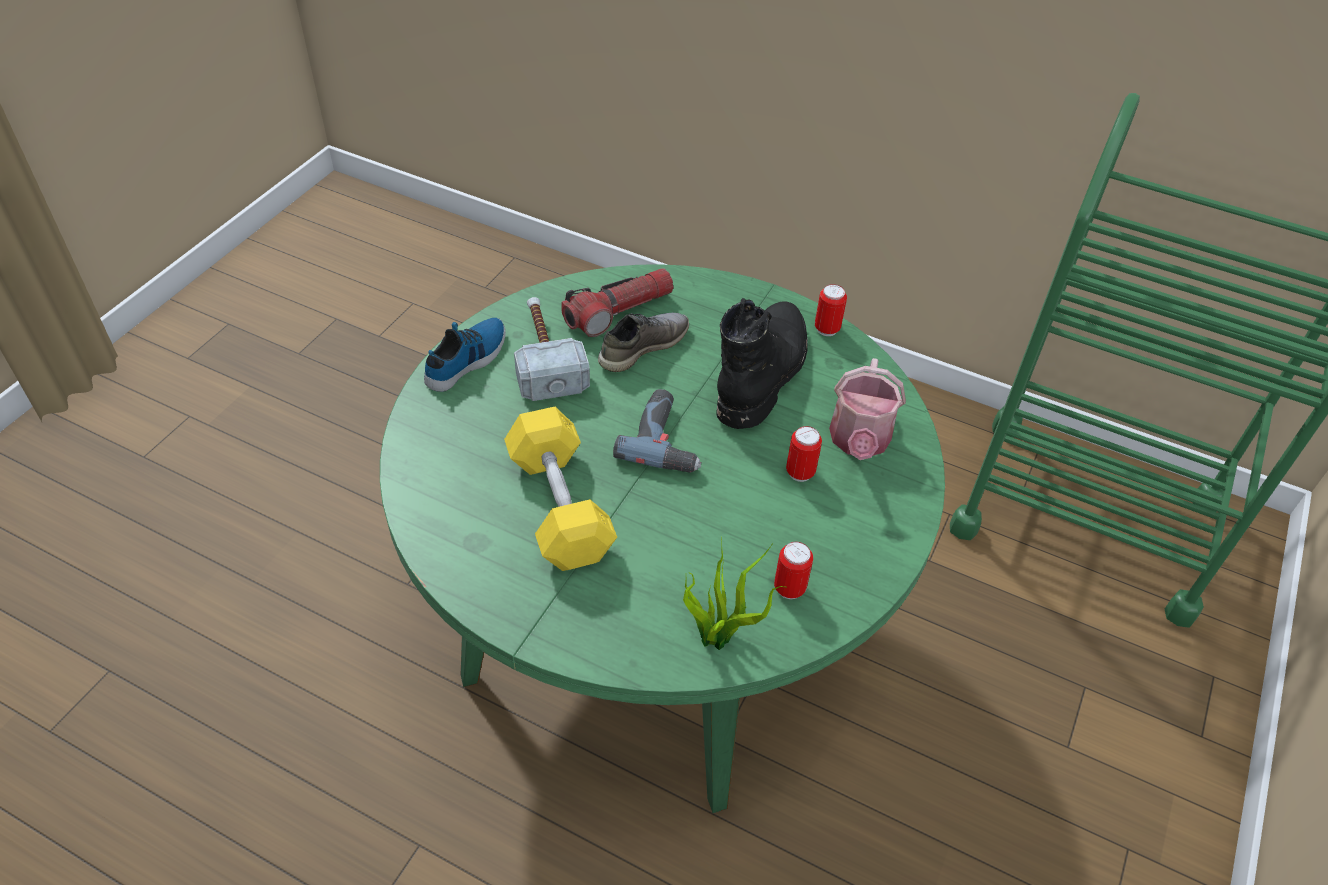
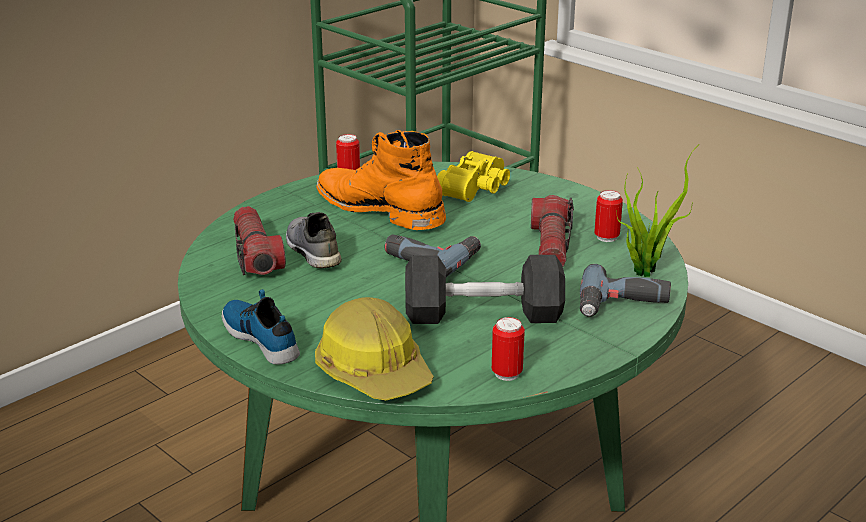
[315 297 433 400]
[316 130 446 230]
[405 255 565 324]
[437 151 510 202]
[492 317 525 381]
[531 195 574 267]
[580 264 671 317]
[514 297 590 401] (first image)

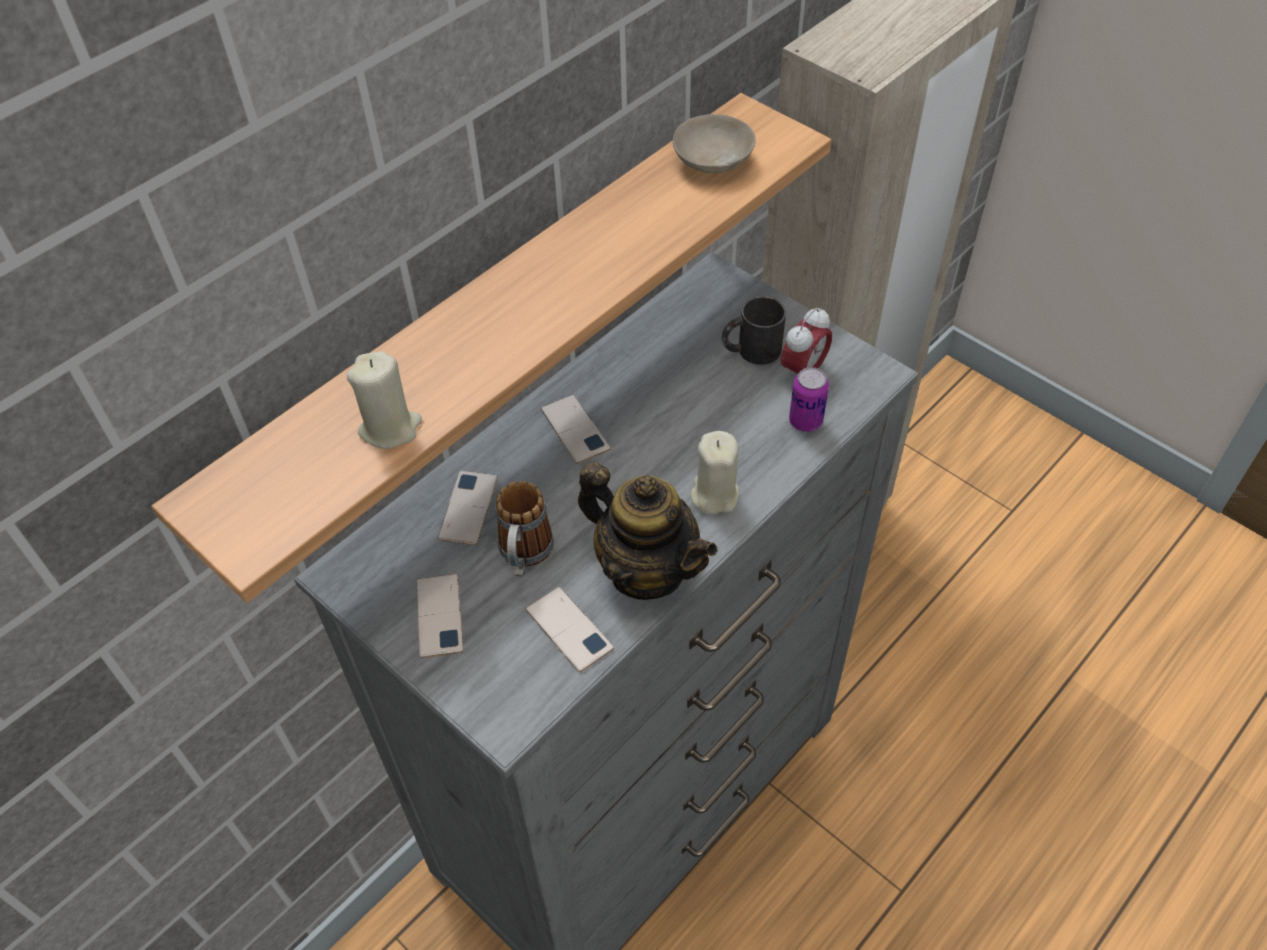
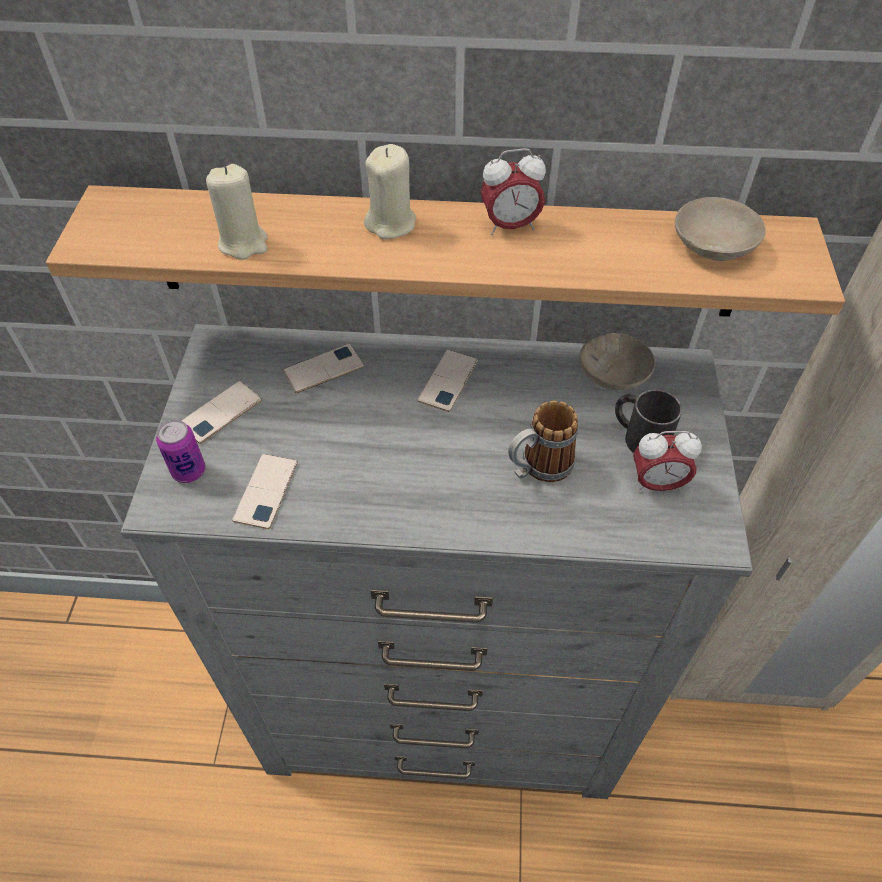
[156 420 205 483]
[364 144 416 239]
[481 148 546 235]
[508 400 578 482]
[579 333 655 390]
[578 462 717 600] (first image)

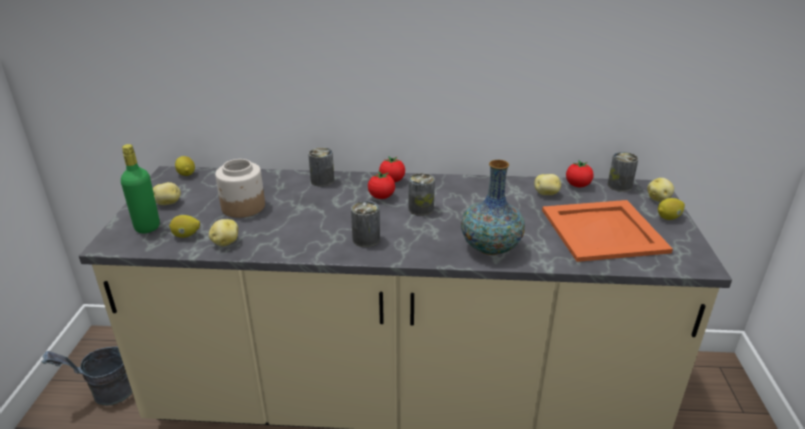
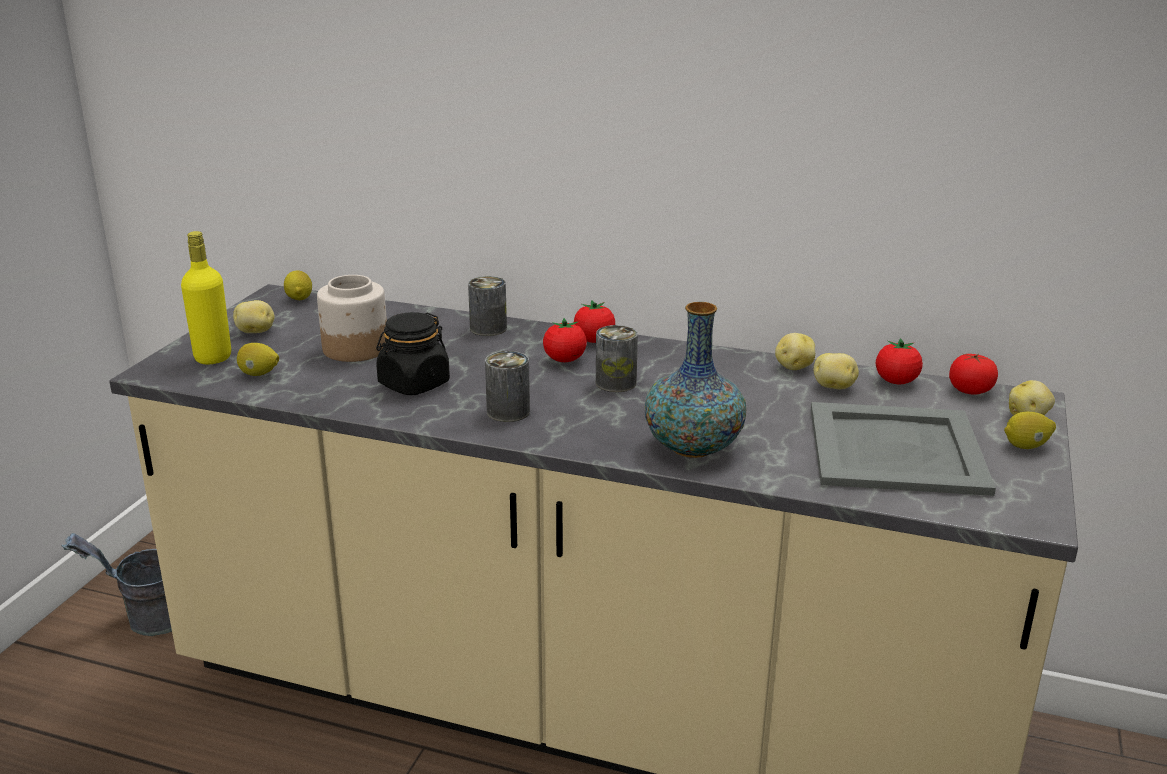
[181 231 231 364]
[376 312 450 395]
[775 333 815 370]
[811 402 996 496]
[949 353 998 395]

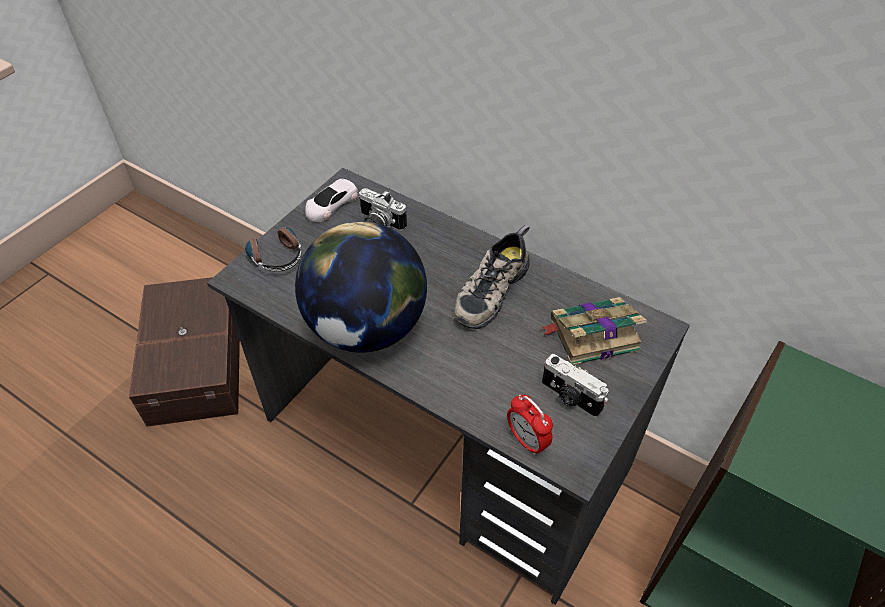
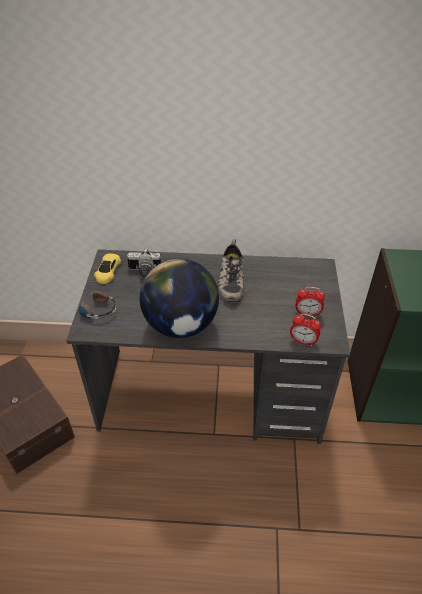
[94 254 121 284]
[296 287 325 317]
[541 297 647 366] (first image)

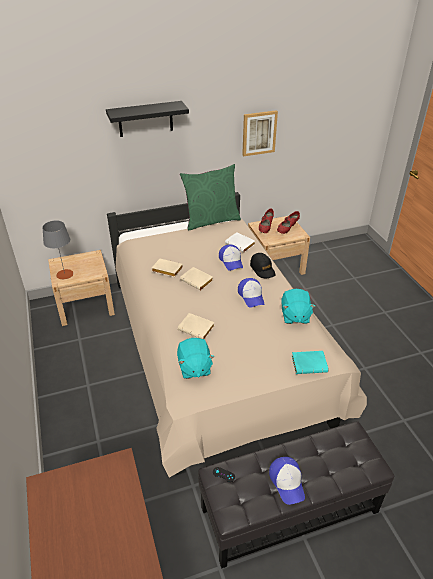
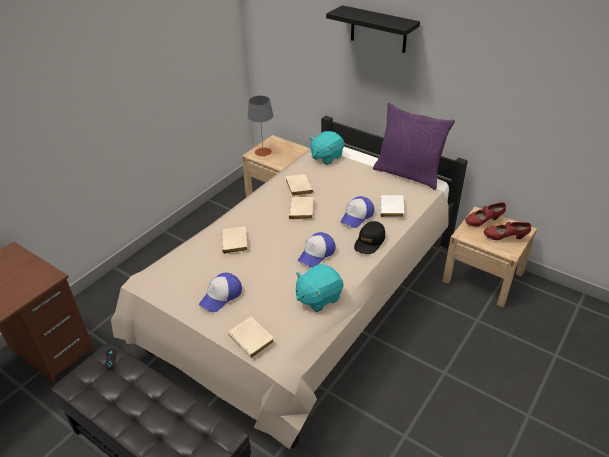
[199 273 242 312]
[228 316 274 358]
[309 131 344 164]
[373 103 455 190]
[242 110 278 156] (first image)

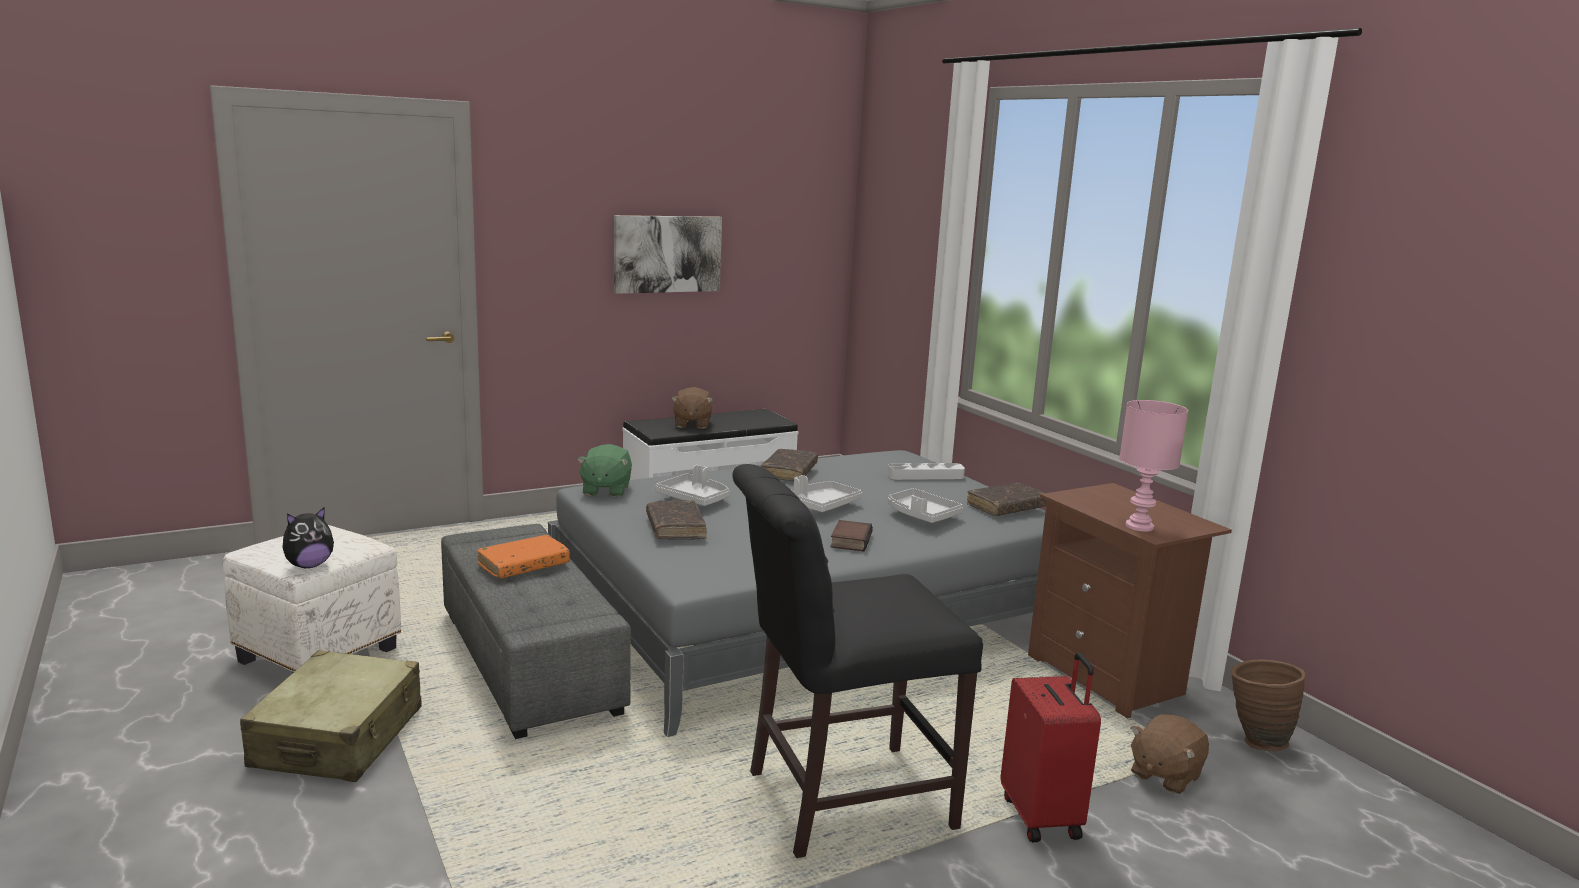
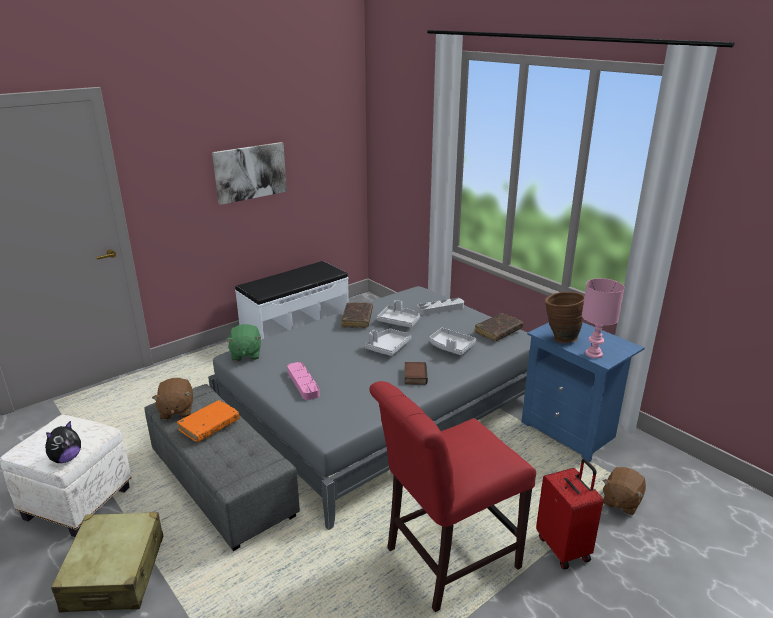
[152 378 193 420]
[287 362 320 400]
[369 381 536 612]
[377 300 420 328]
[521 322 645 462]
[545 292 585 343]

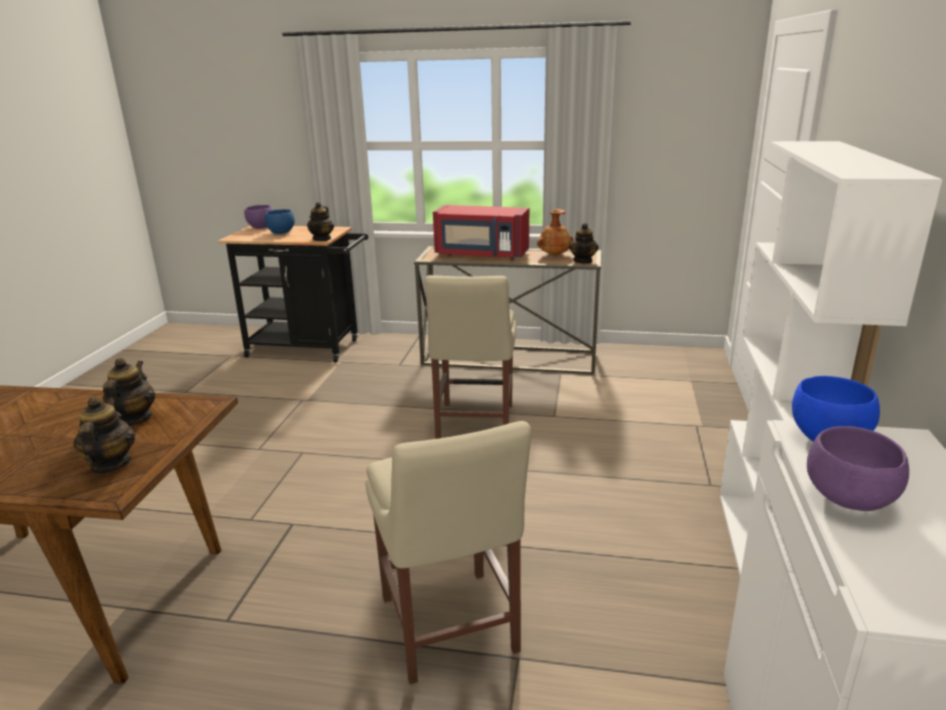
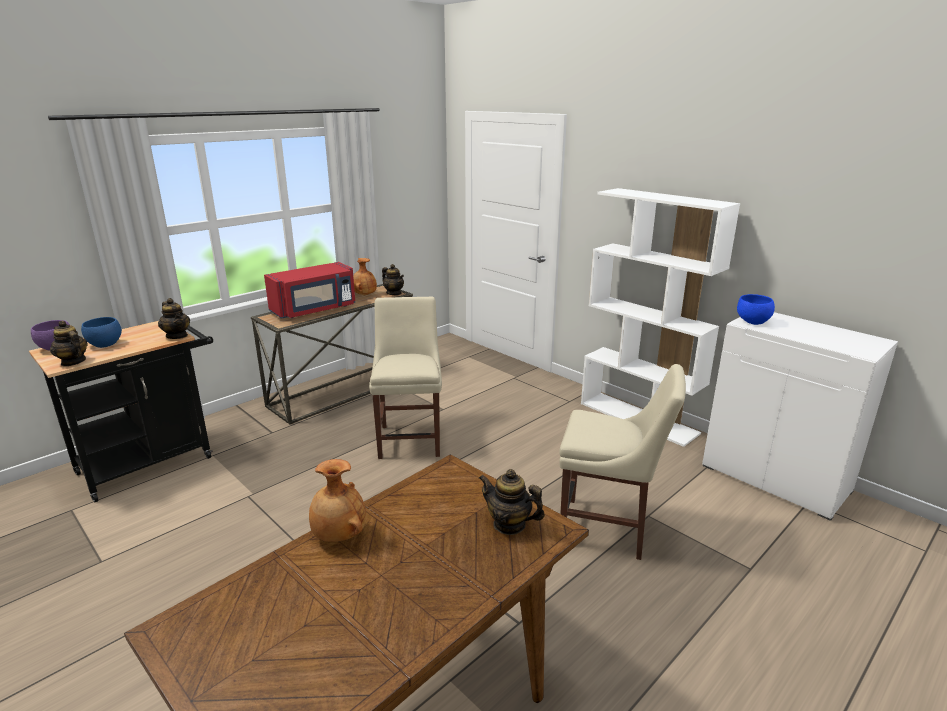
[50 320 88 366]
[309 459 366 542]
[369 297 442 459]
[807 426 909 511] (first image)

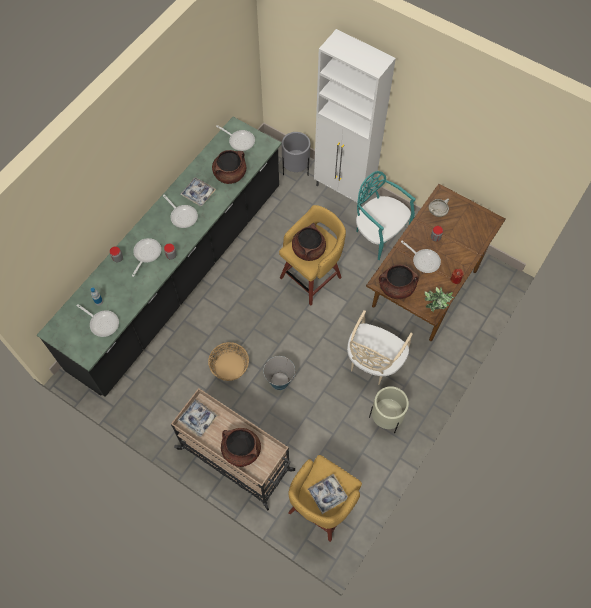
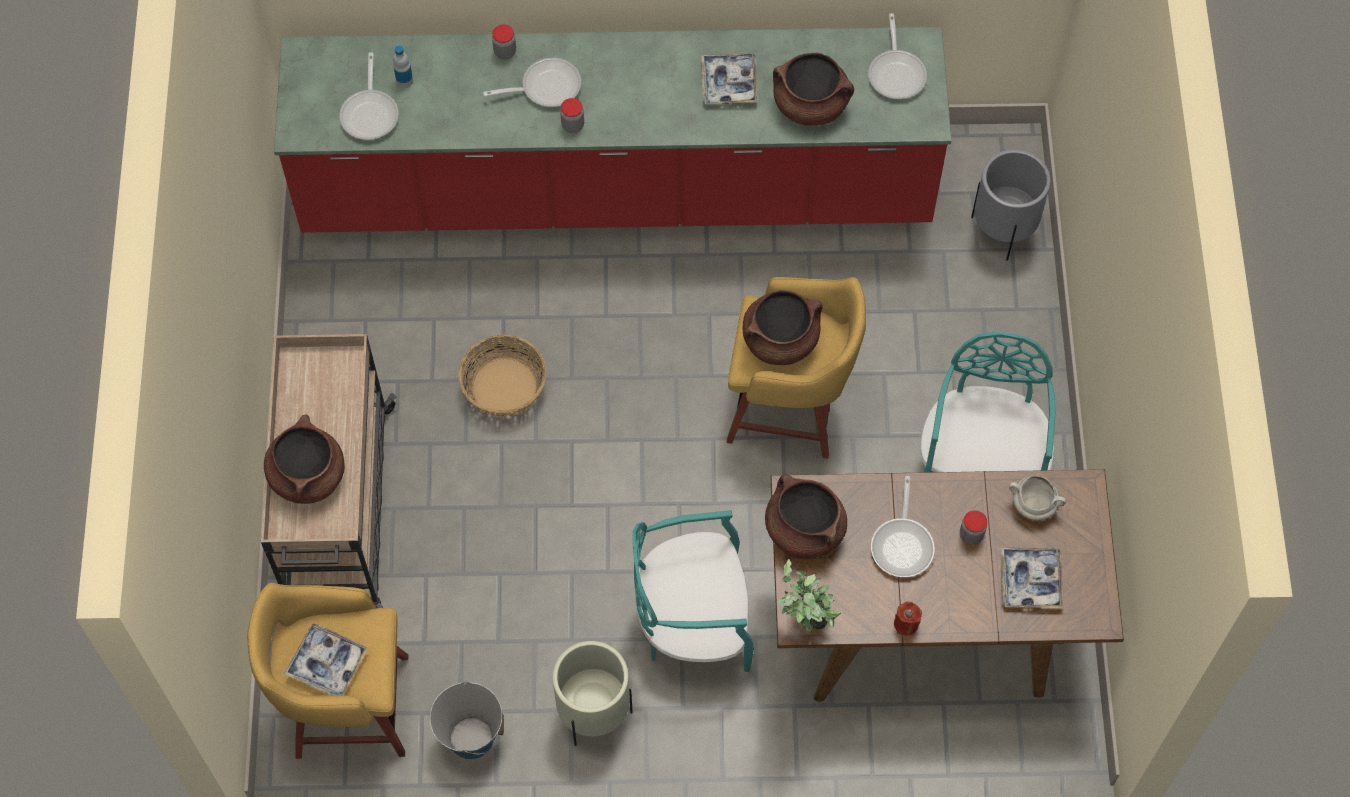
[274 27 952 233]
[430 681 504 759]
[632 510 754 672]
[1001 547 1063 608]
[163 195 198 228] (first image)
[314 29 396 210] (first image)

